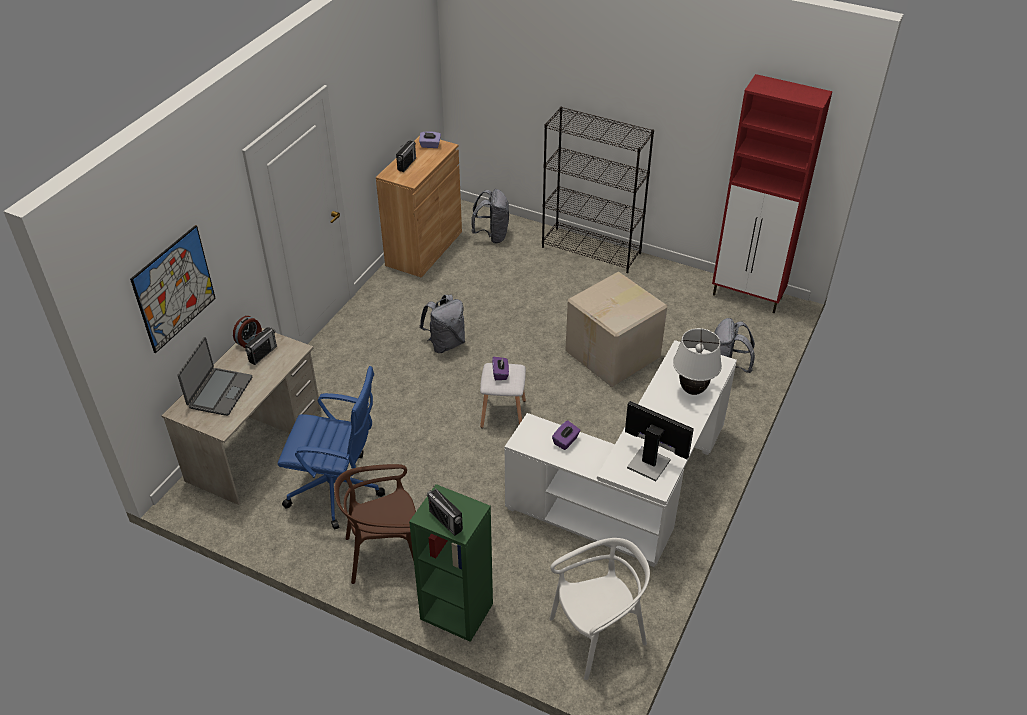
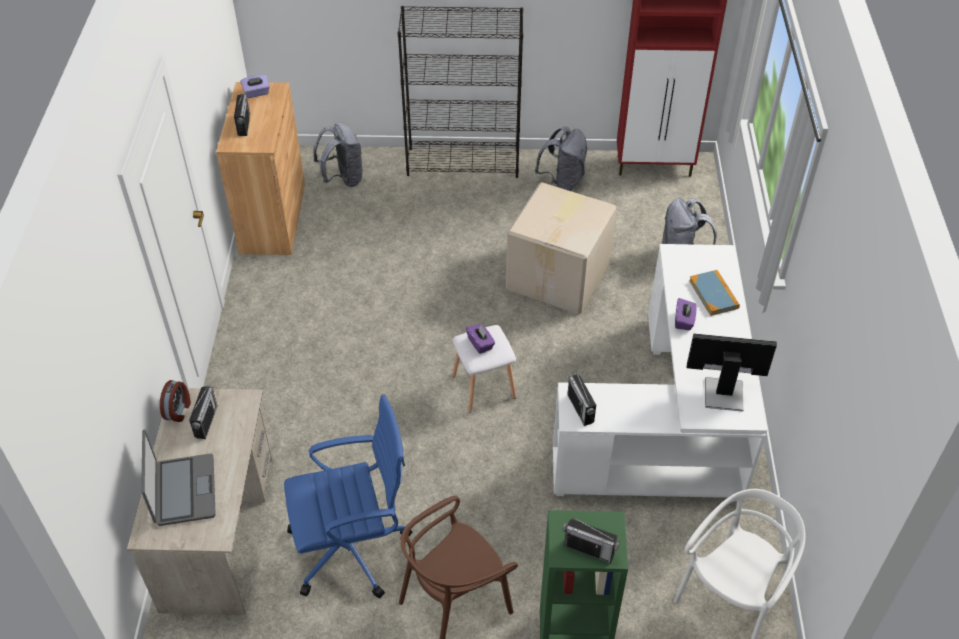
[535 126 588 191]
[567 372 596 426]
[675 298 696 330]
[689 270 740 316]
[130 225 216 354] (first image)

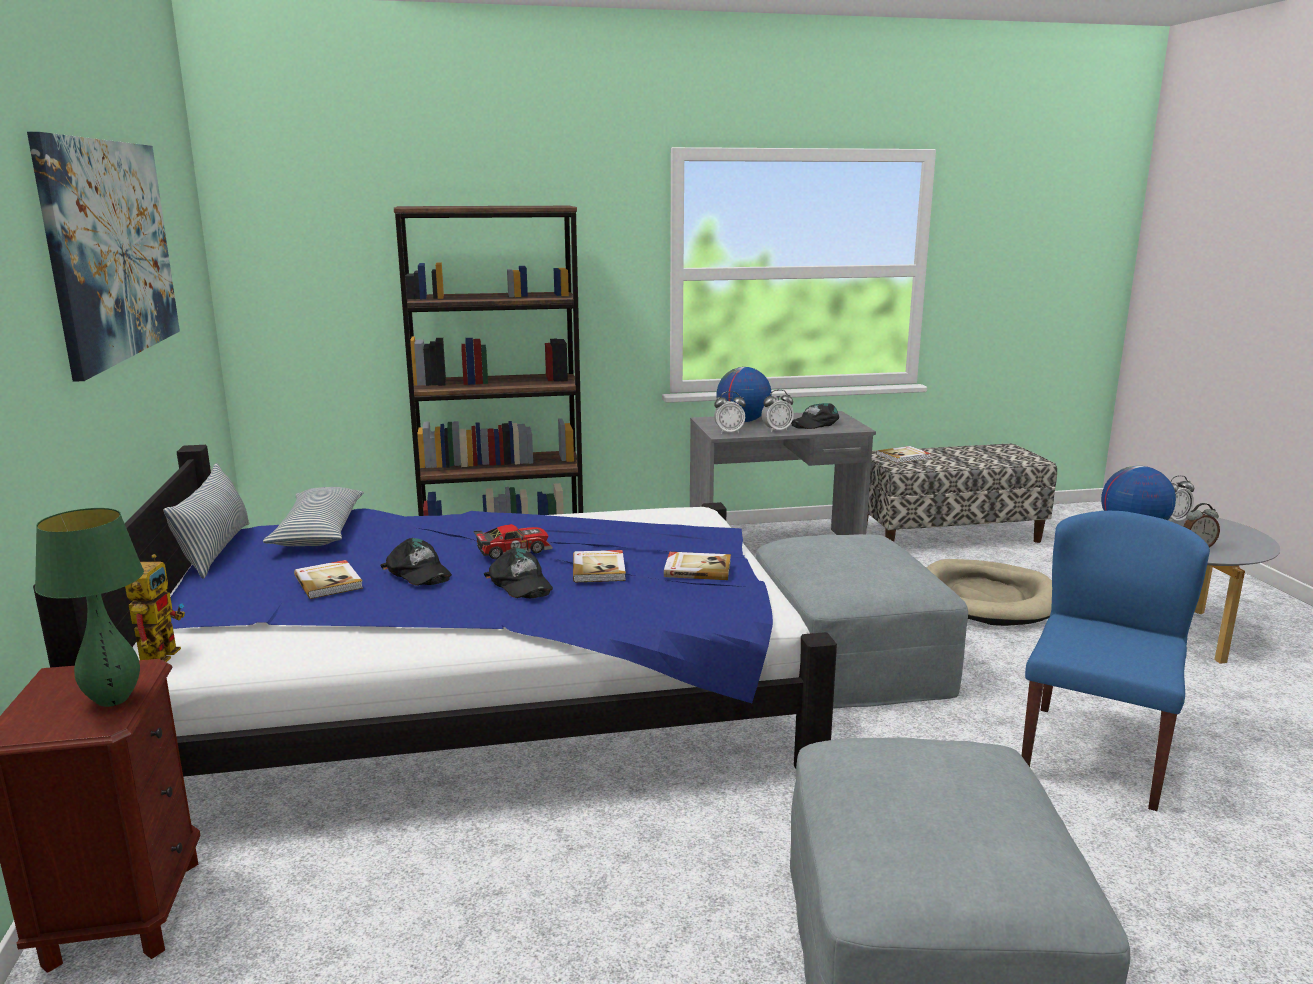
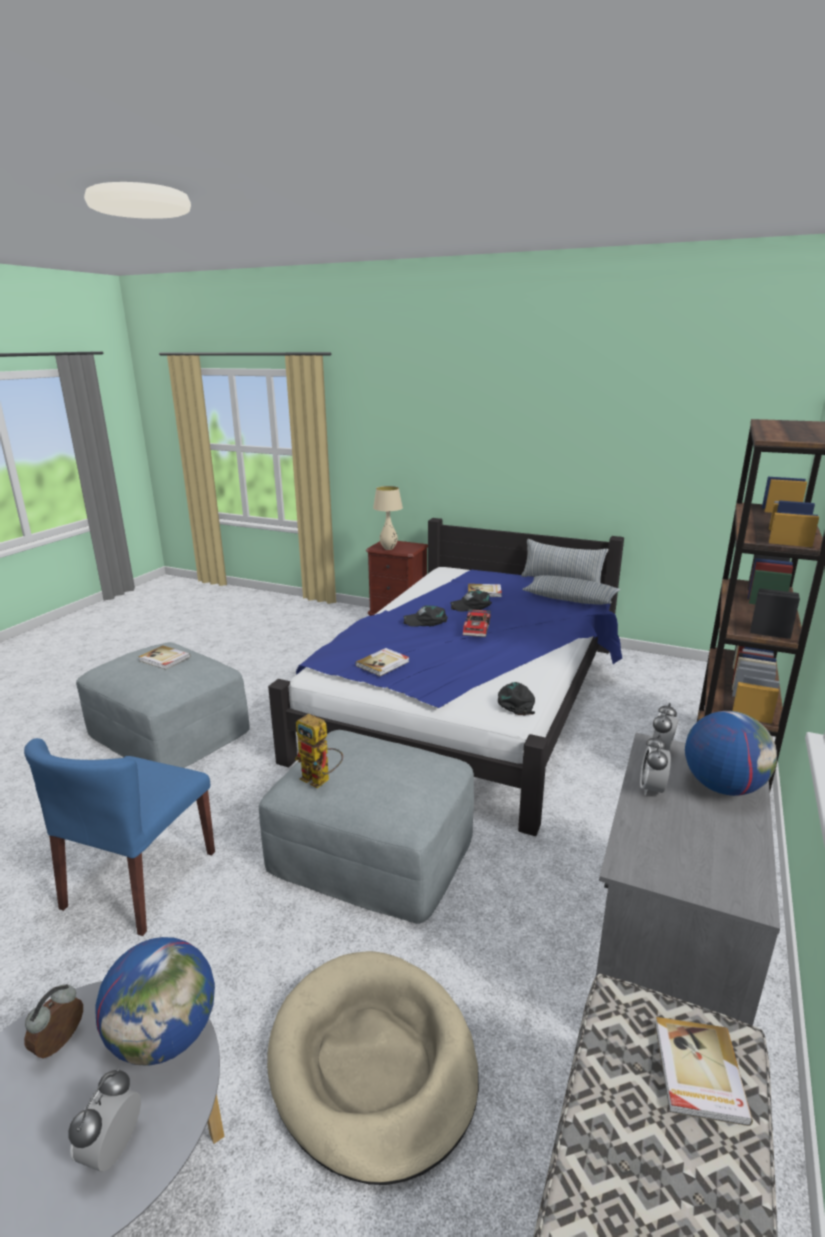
[24 738 215 936]
[138 645 191 670]
[295 714 343 788]
[373 486 403 550]
[498 682 535 715]
[27 132 180 382] (first image)

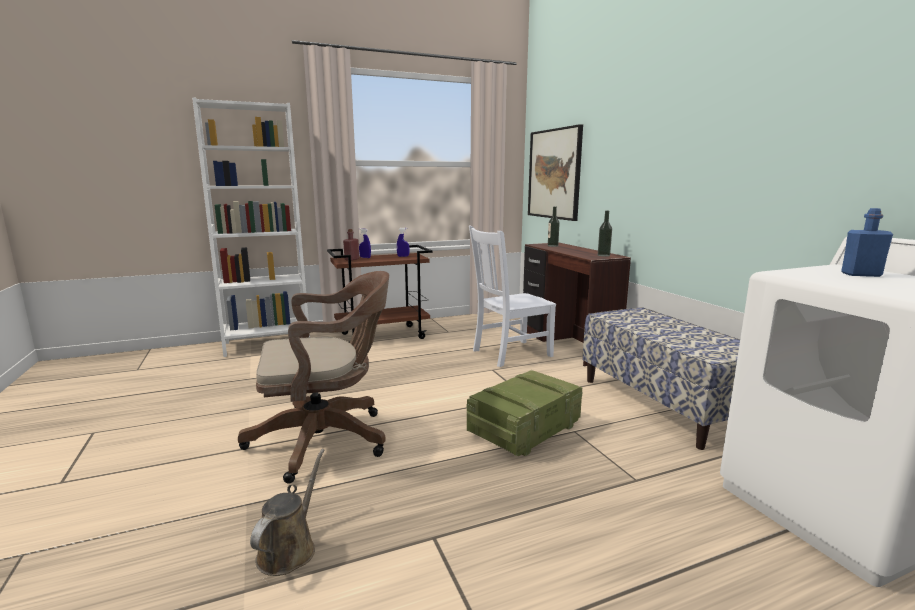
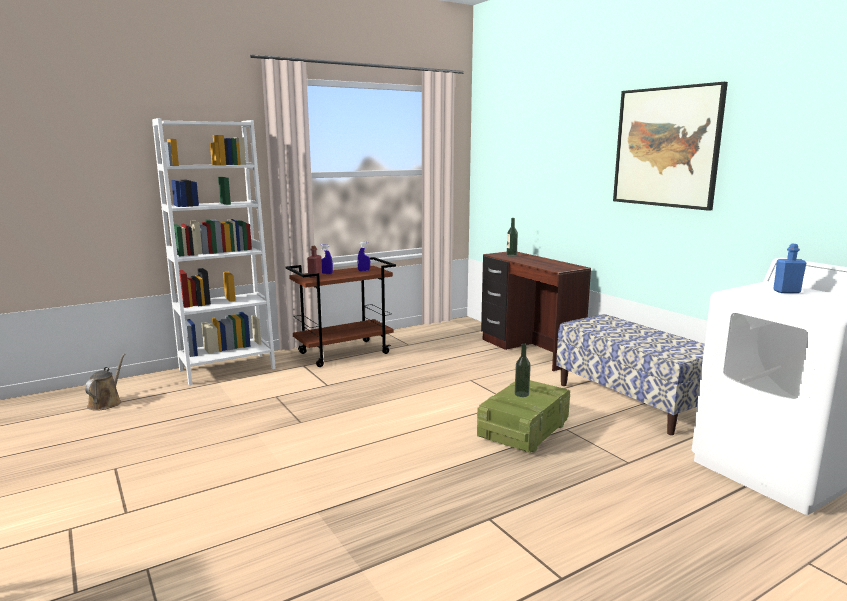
[85 353 125 411]
[515 343 531 397]
[613 82 728 211]
[238 271 389 484] (first image)
[469 225 556 367] (first image)

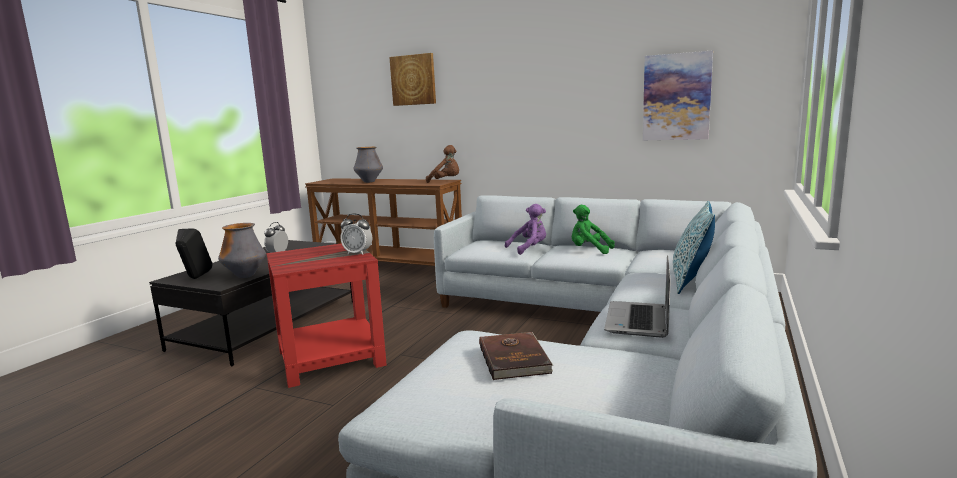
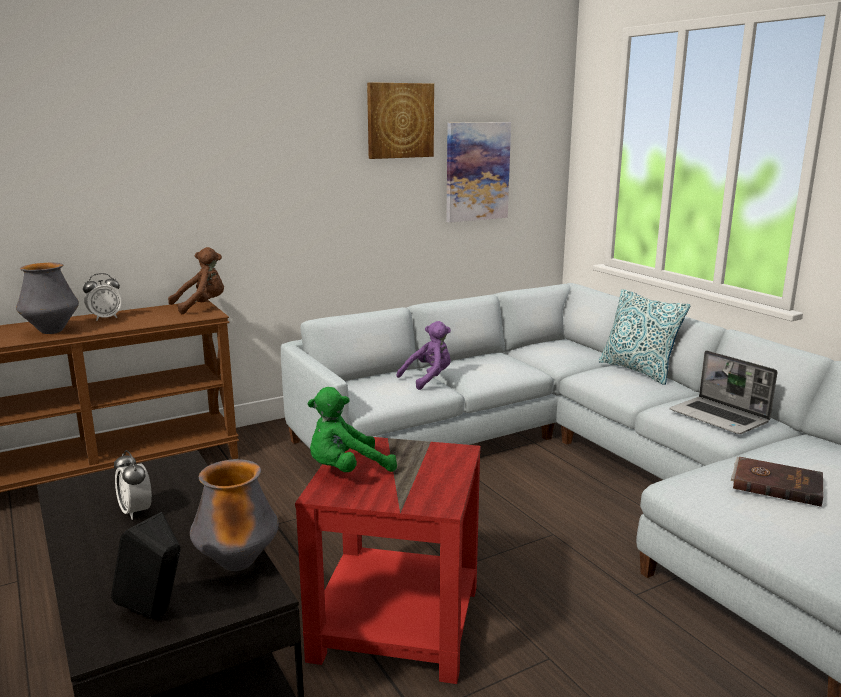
[83 273 122 321]
[308 387 397 472]
[367 82 434 159]
[397 321 451 390]

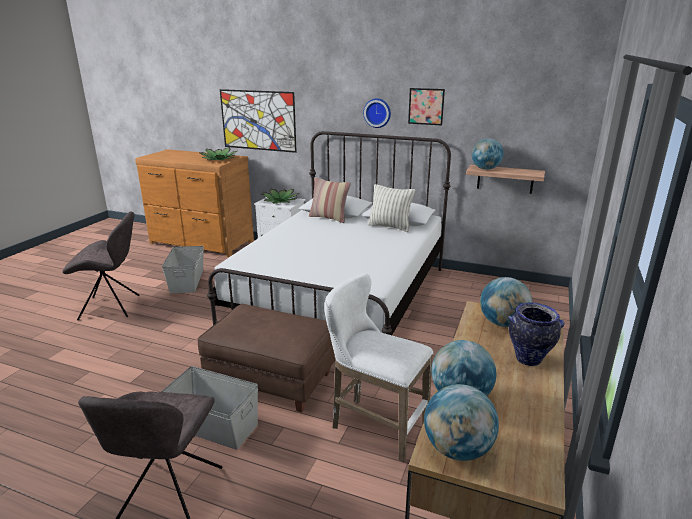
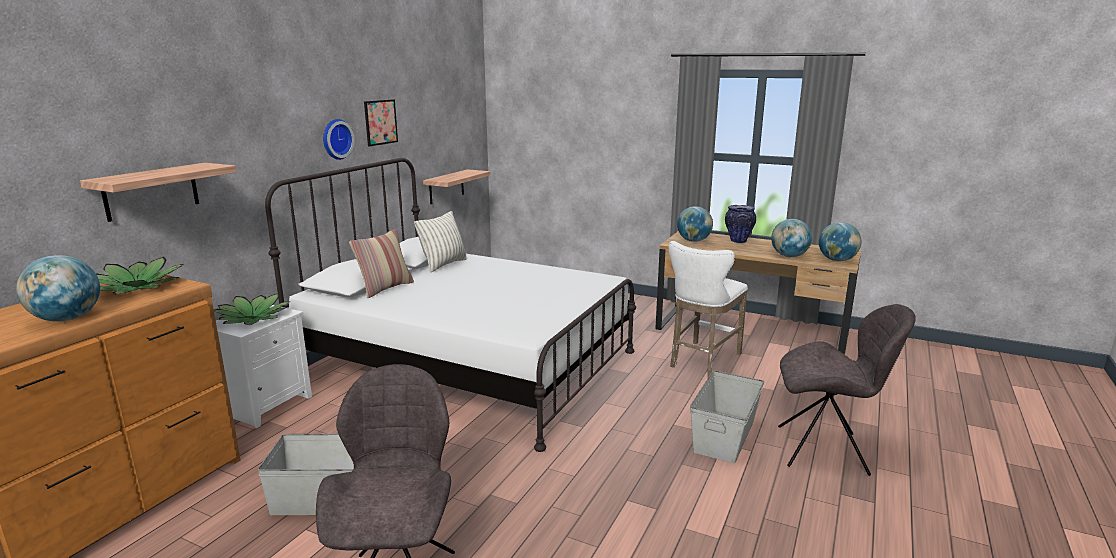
[16 255 100 322]
[80 163 236 222]
[198 304 335 413] (first image)

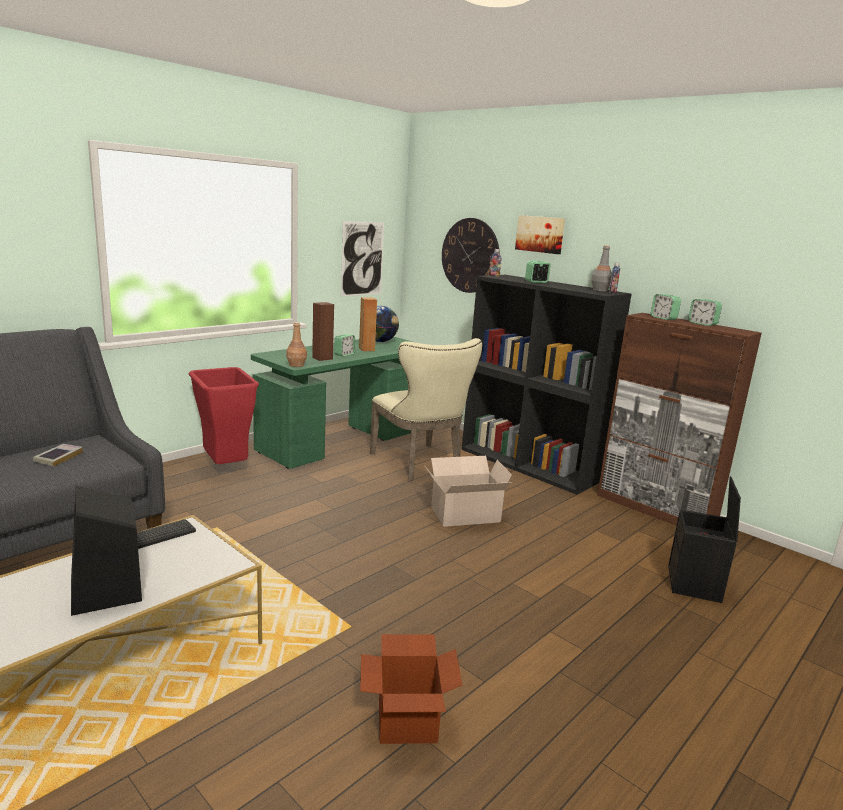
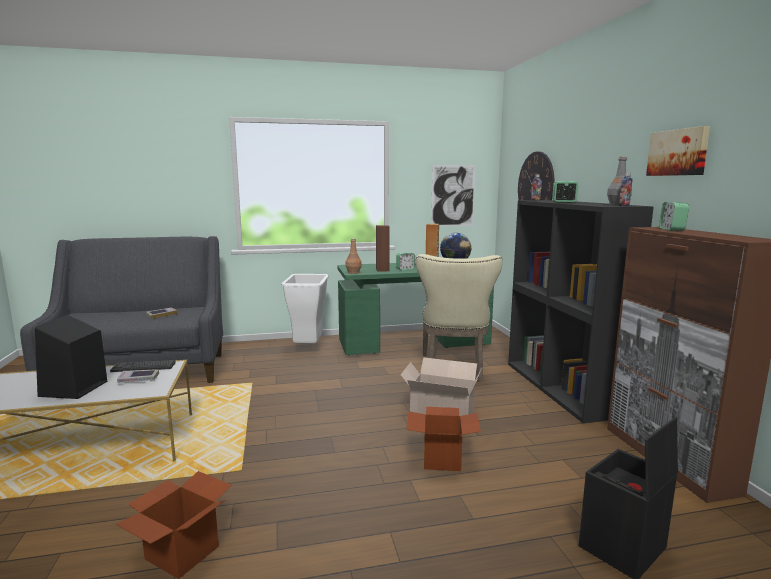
[117 369 159 383]
[281 274 329 349]
[407 407 481 471]
[646 126 710 176]
[688 299 722 326] (first image)

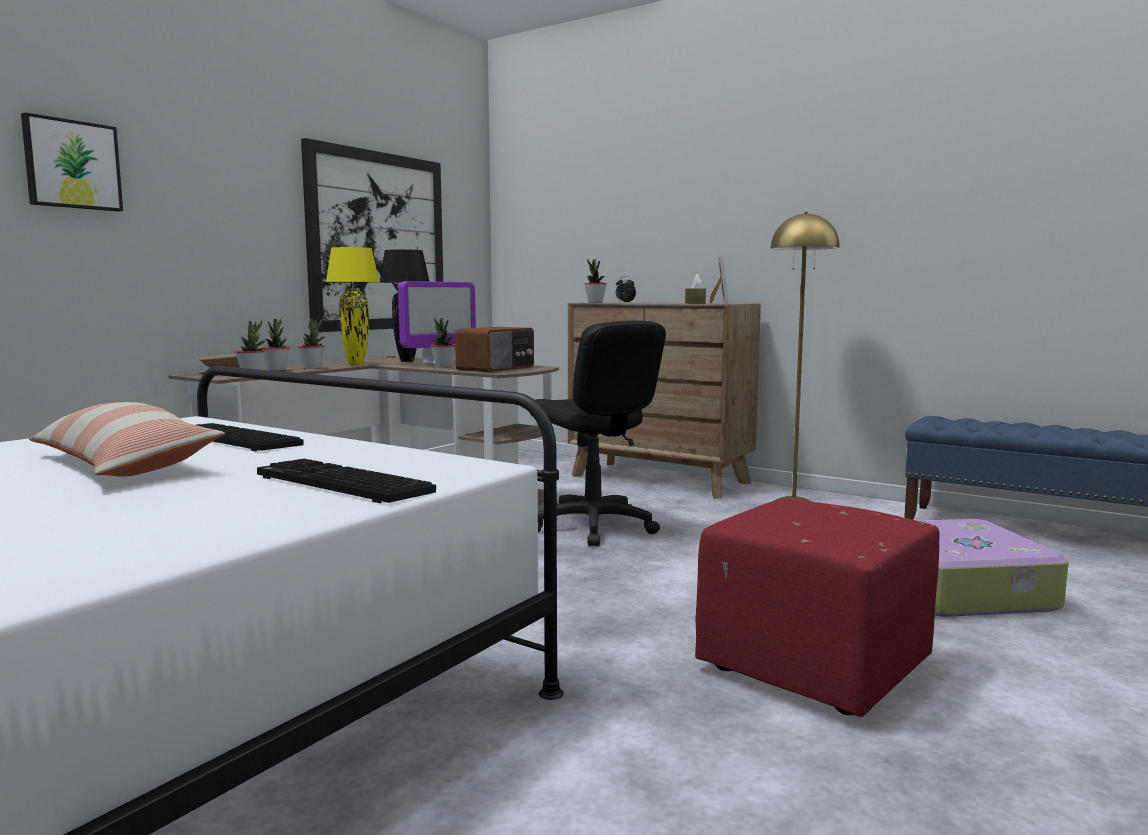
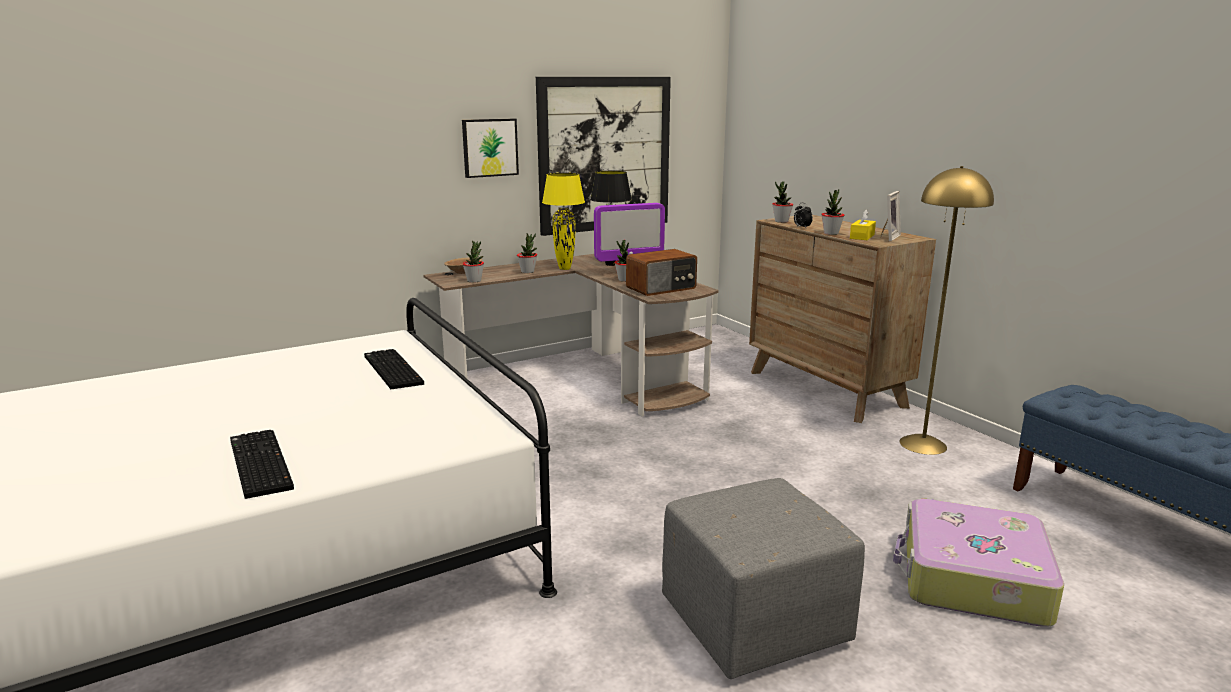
[230 430 294 499]
[462 118 519 178]
[662 478 865 679]
[821 189 844 235]
[850 209 876 240]
[29 402 225 477] (first image)
[530 321 666 546] (first image)

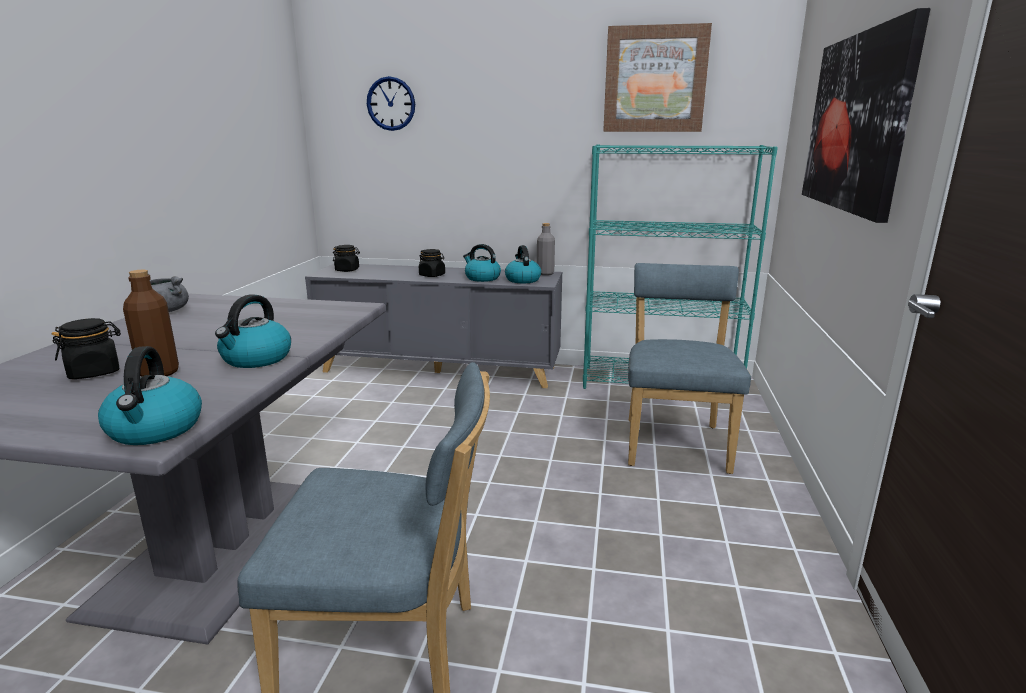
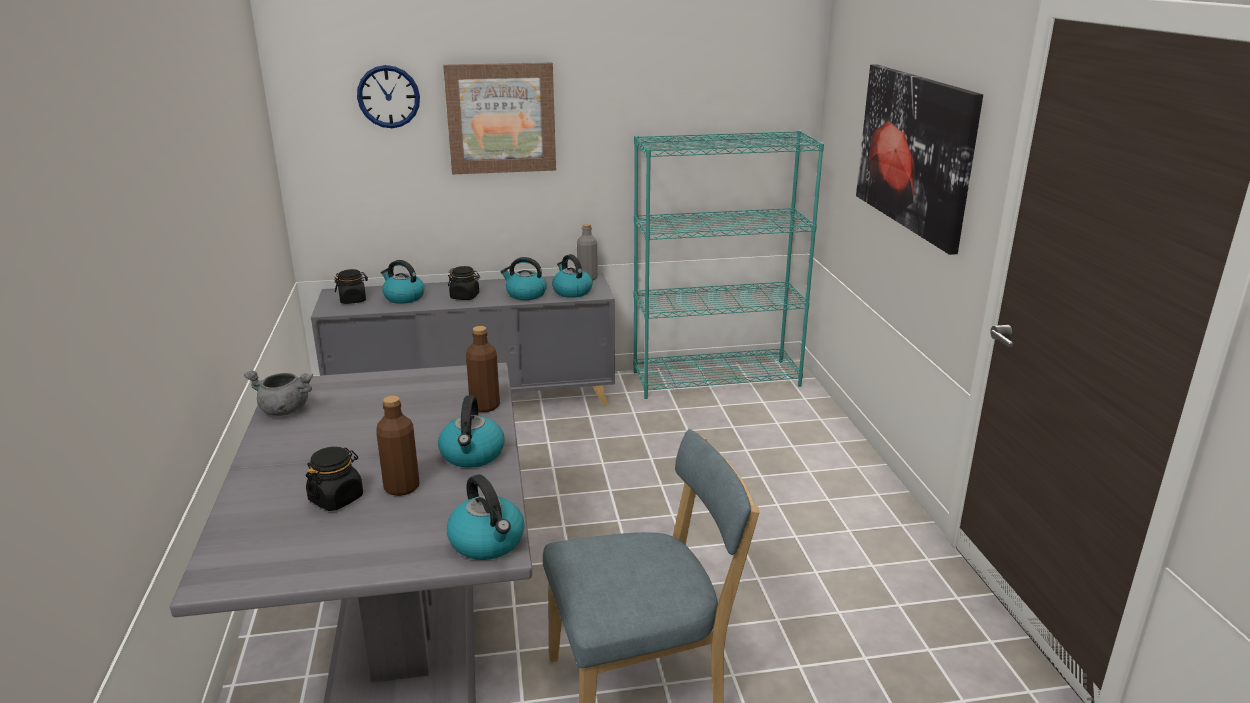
[381 260 425 304]
[443 63 556 174]
[466 326 500 412]
[628 263 751 474] (first image)

